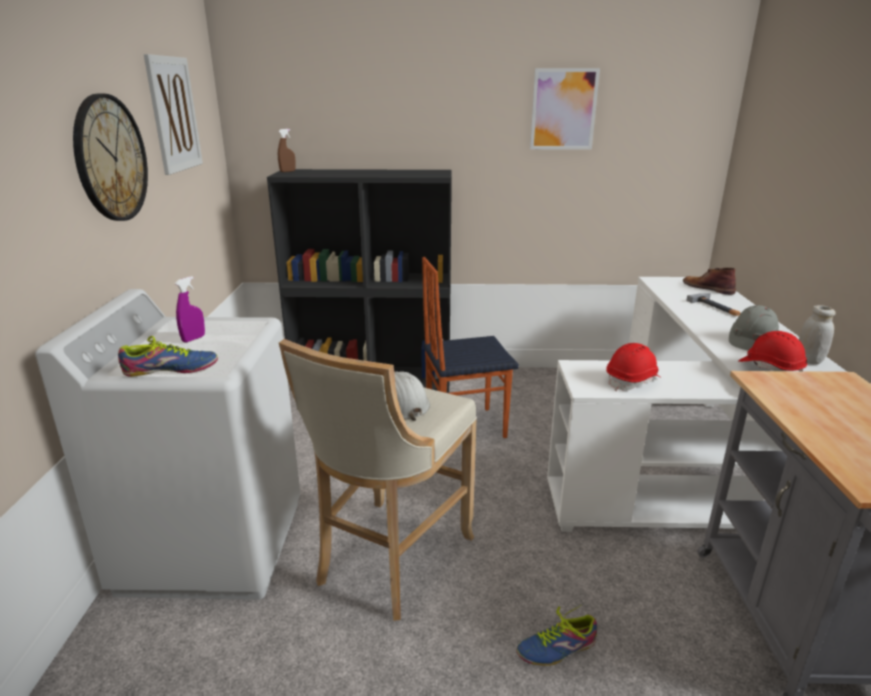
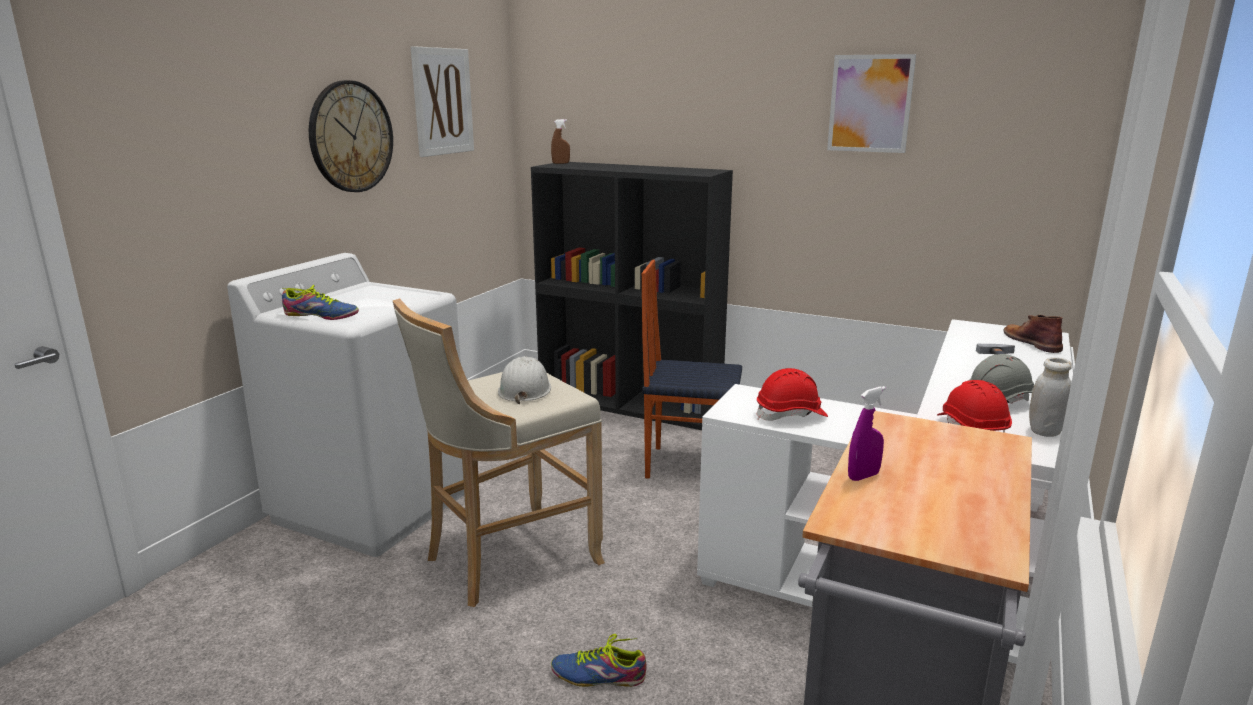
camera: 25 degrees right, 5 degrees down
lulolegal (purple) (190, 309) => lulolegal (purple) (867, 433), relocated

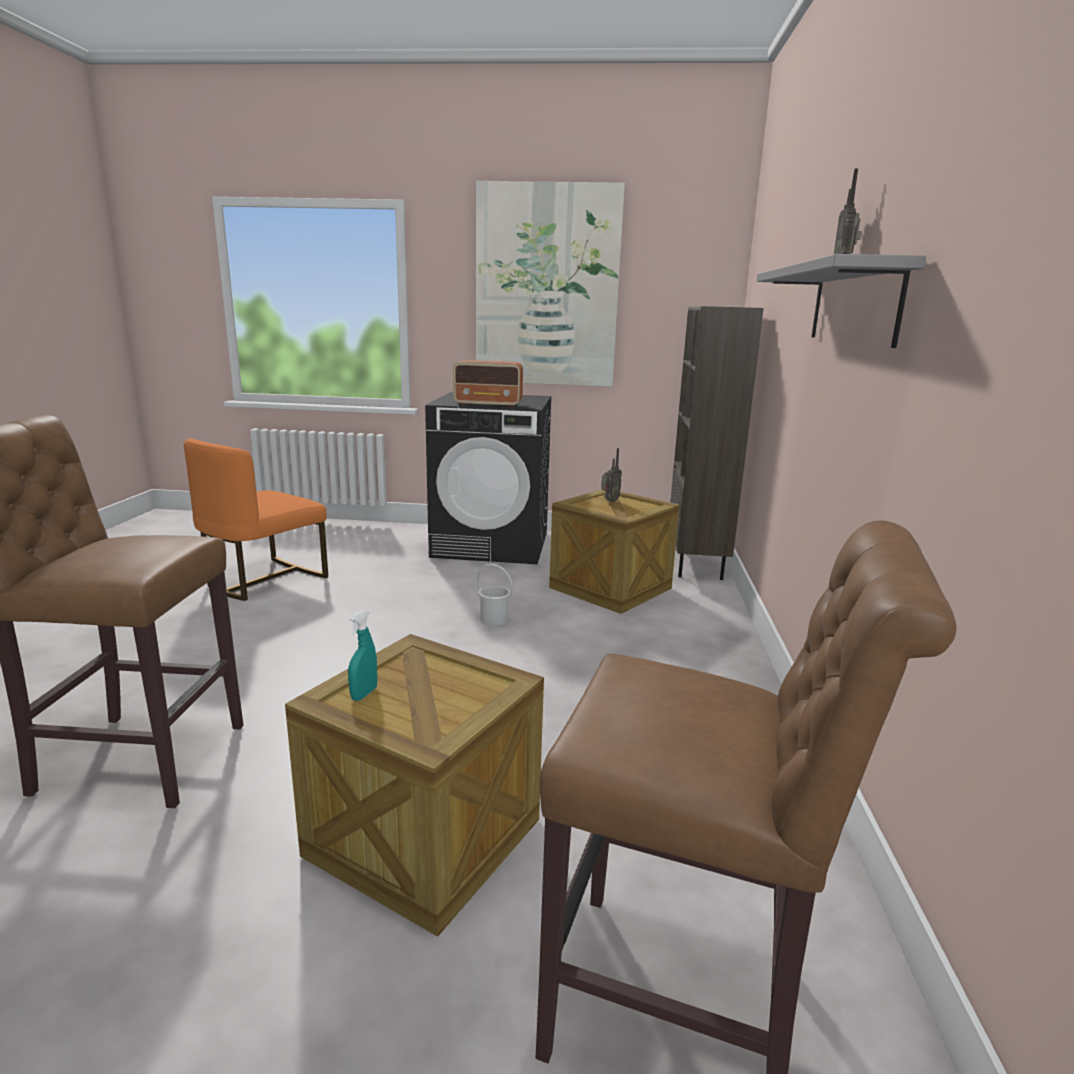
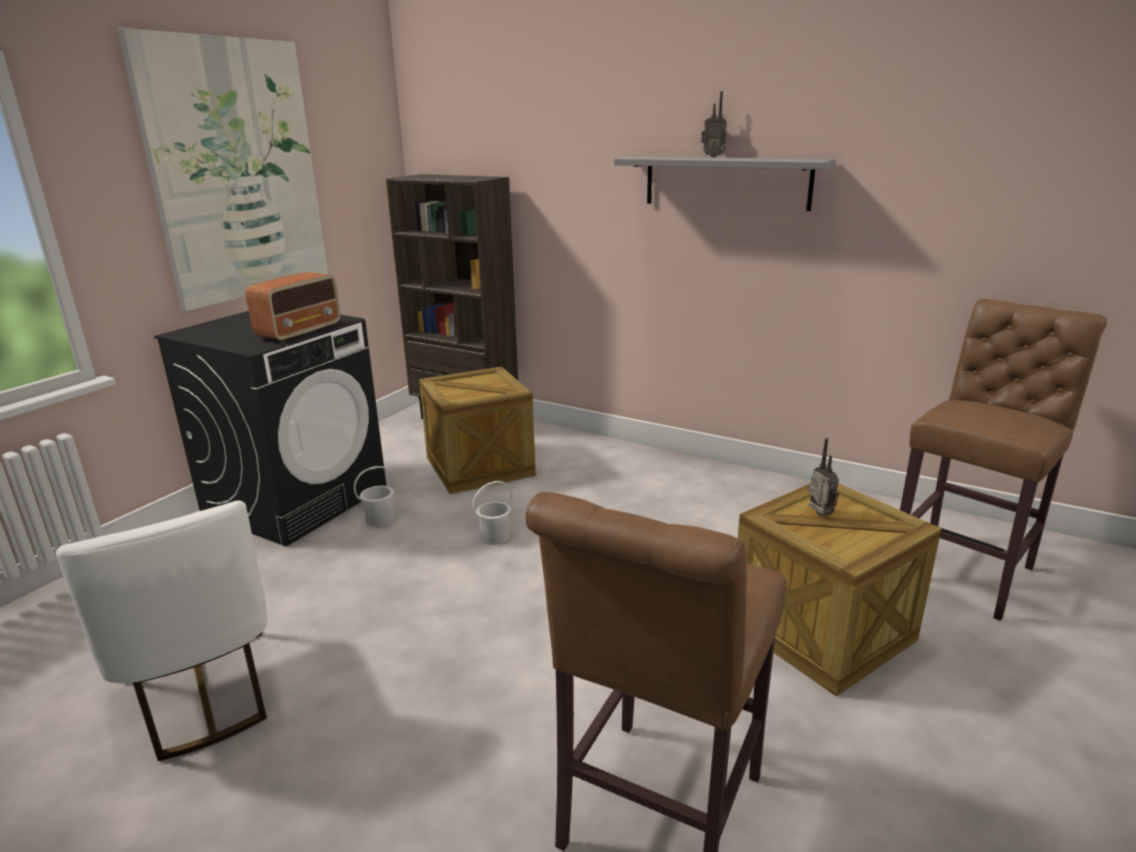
camera: 65 degrees left, 5 degrees up
lulolegal (turquoise) (363, 655) => nothing
nothing => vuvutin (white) (375, 496)
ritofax (611, 475) => ritofax (823, 477), relocated
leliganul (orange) (256, 519) => leliganul (white) (161, 631)

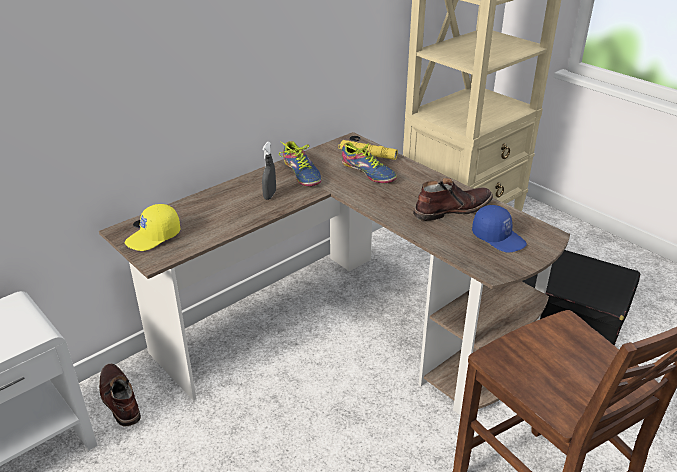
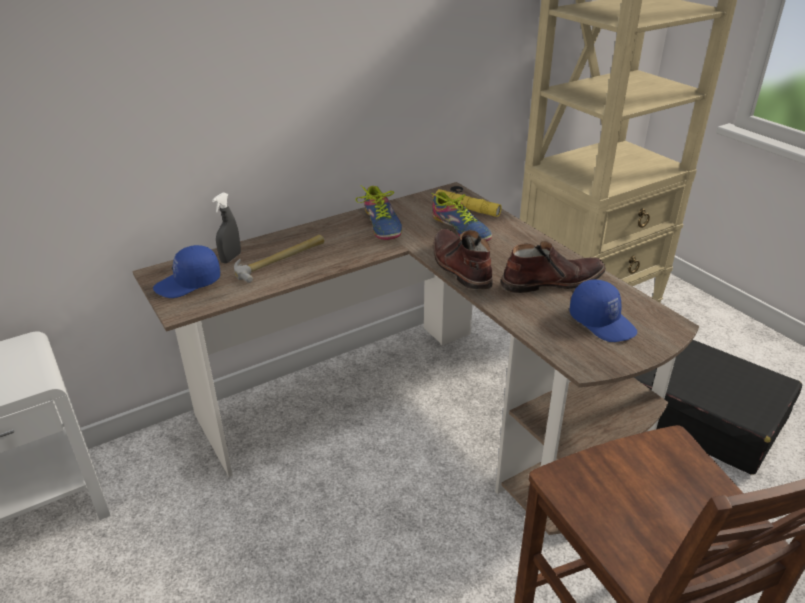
camera: 10 degrees right, 0 degrees up
nothing => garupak (279, 259)
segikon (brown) (120, 395) => segikon (brown) (463, 259), relocated
lulolegal (grey) (269, 171) => lulolegal (grey) (226, 228), relocated
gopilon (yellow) (153, 227) => gopilon (blue) (186, 271)

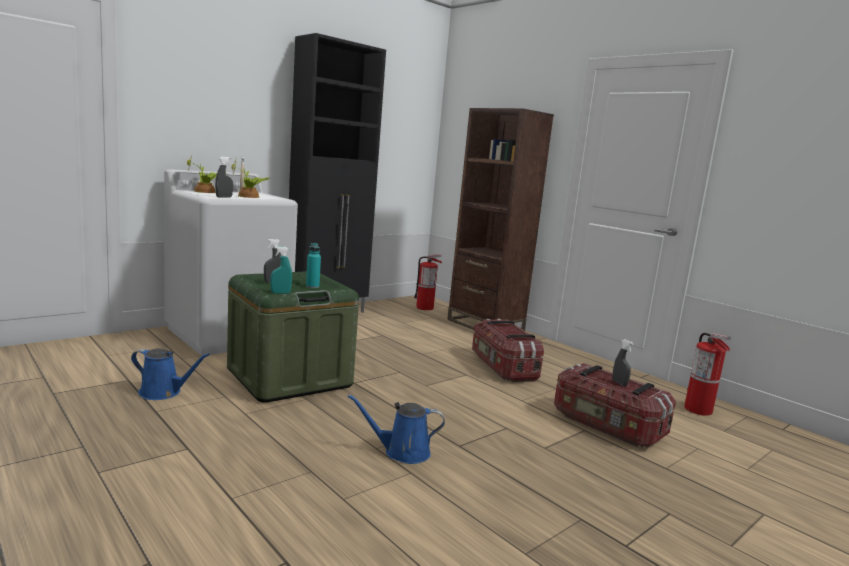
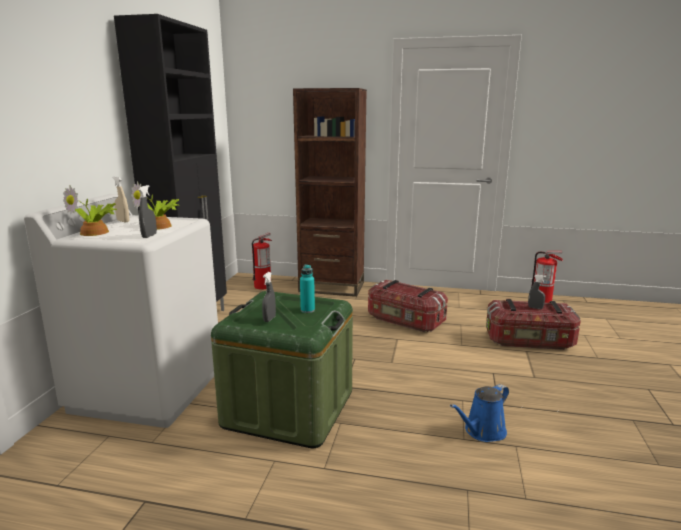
camera: 35 degrees left, 5 degrees up
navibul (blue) (170, 374) => nothing
lulolegal (turquoise) (281, 270) => nothing

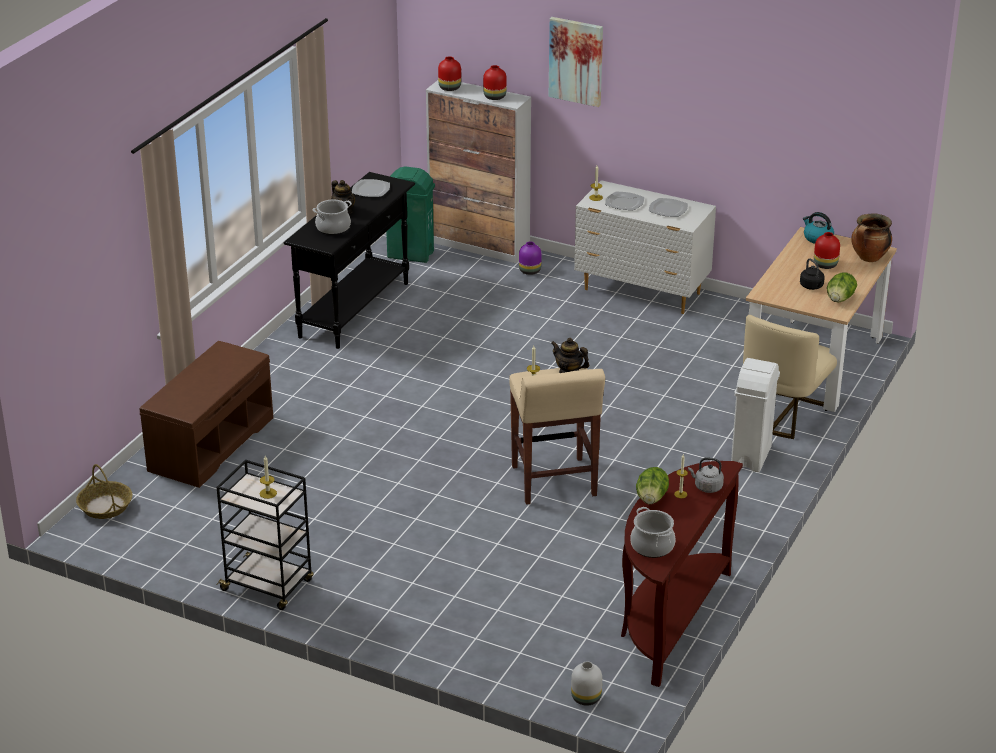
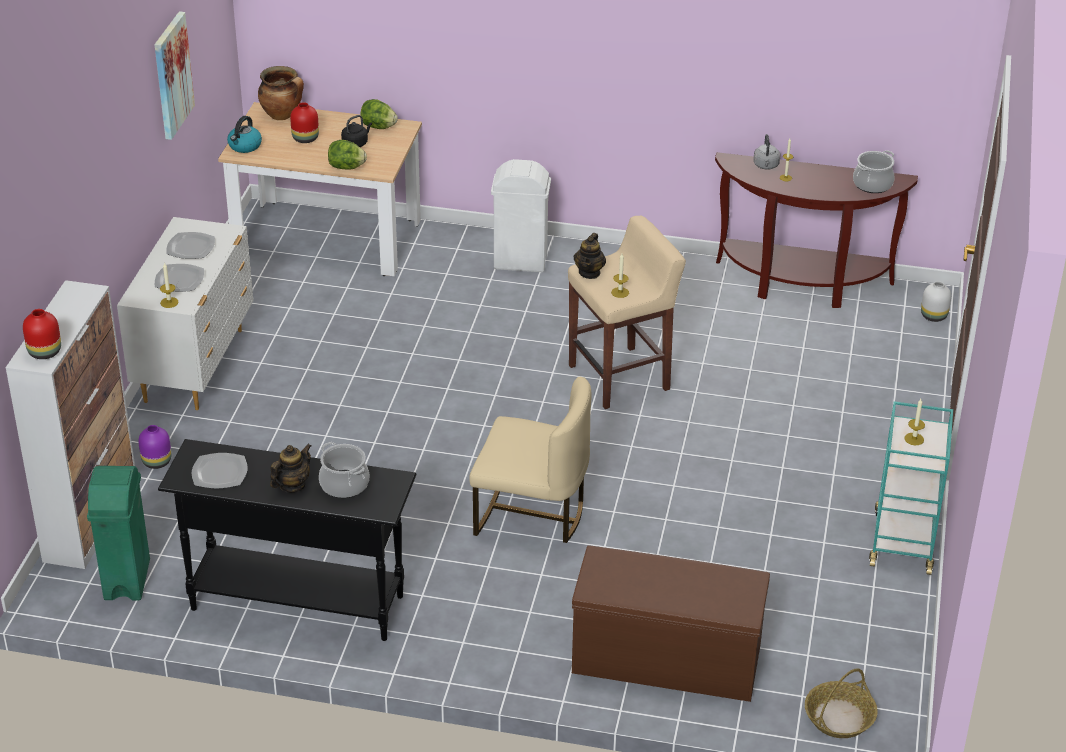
camera: 105 degrees left, 5 degrees up
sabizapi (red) (495, 82) => nothing
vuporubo (576, 62) => vuporubo (174, 75), relocated
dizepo (652, 485) => dizepo (347, 155), relocated
leliganul (beige) (790, 377) => leliganul (beige) (530, 460), relocated
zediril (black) (265, 534) => zediril (turquoise) (911, 488)

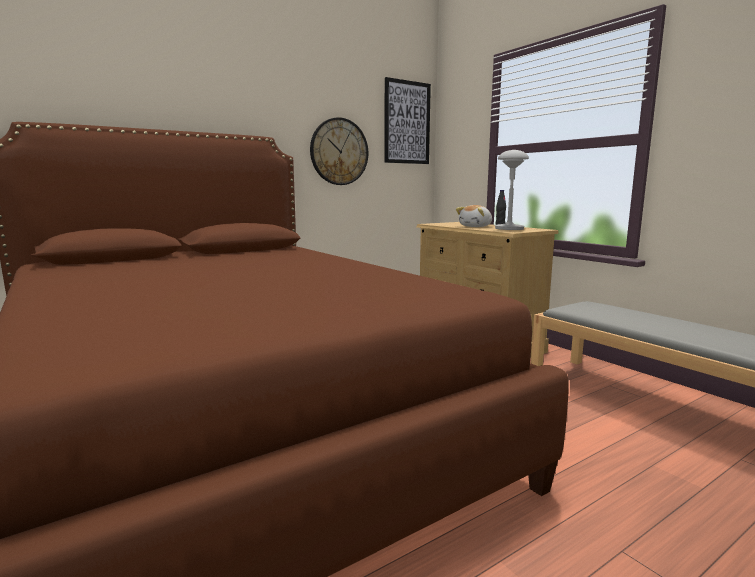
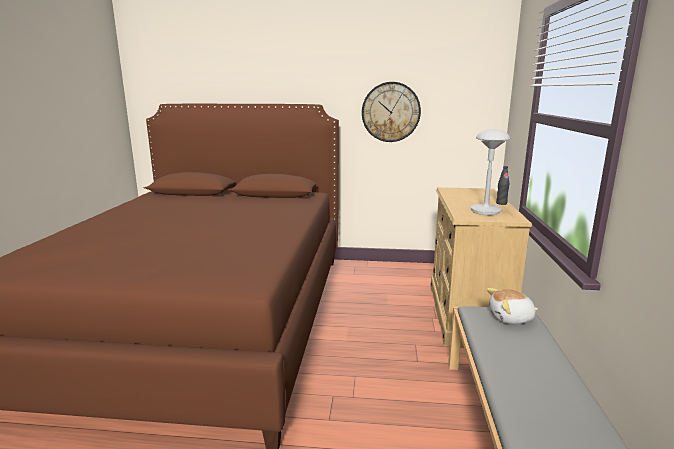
camera: 40 degrees right, 5 degrees up
vuporubo (407, 120) => nothing
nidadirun (474, 216) => nidadirun (512, 306), relocated

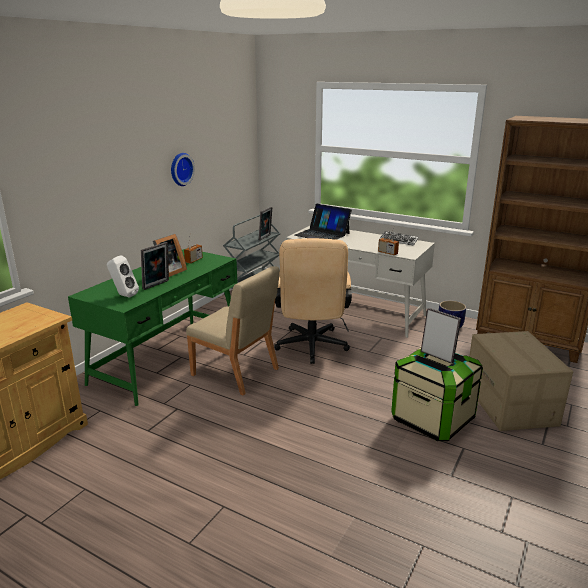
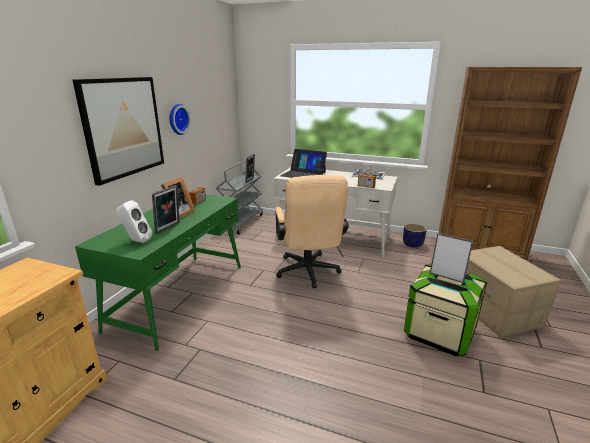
camera: 10 degrees left, 0 degrees up
leliganul (beige) (233, 330) => nothing
nothing => vuporubo (118, 131)

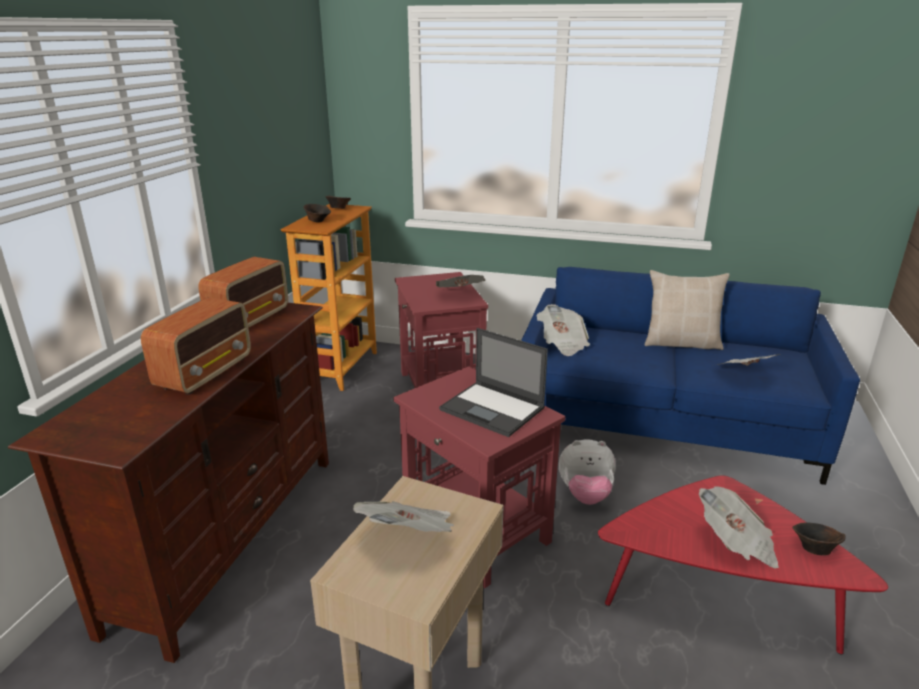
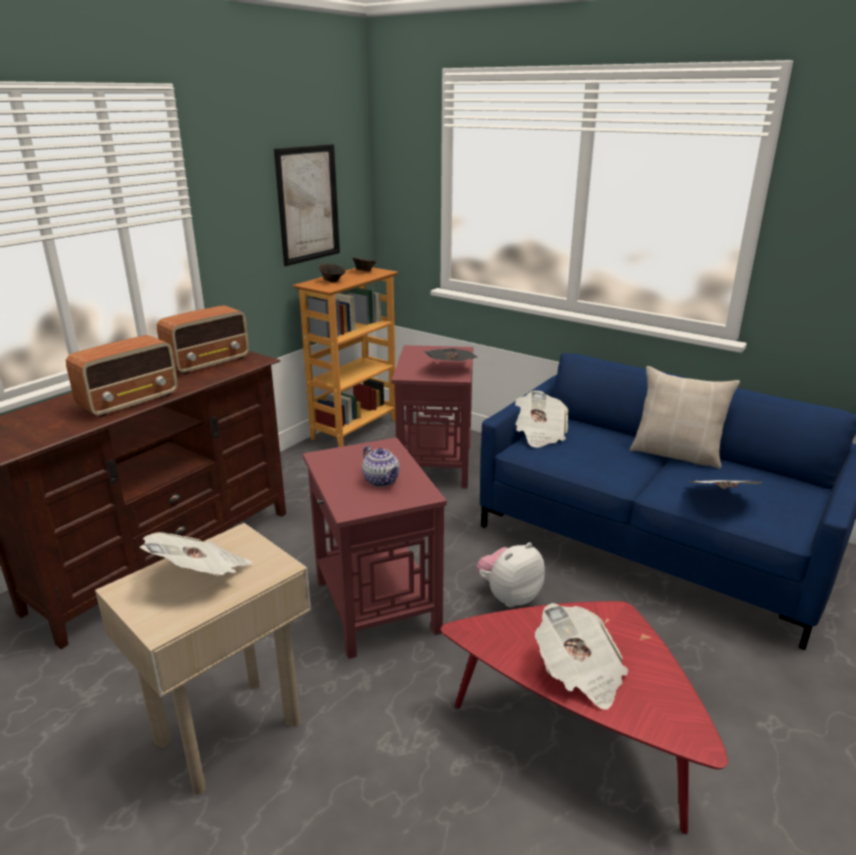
camera: 20 degrees right, 0 degrees up
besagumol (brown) (819, 539) => nothing
nothing => vuporubo (307, 205)
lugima (493, 382) => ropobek (381, 466)
nidadirun (587, 472) => nidadirun (510, 575), 120 degrees clockwise

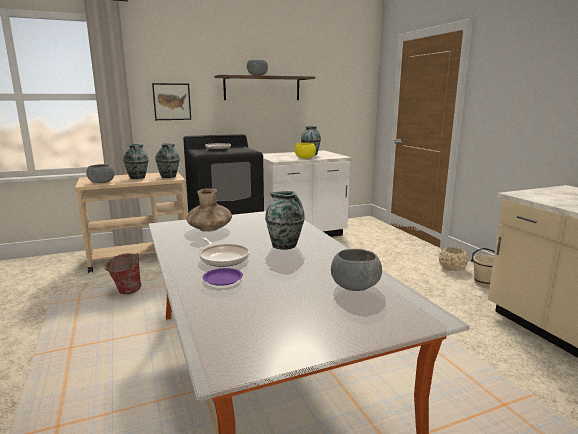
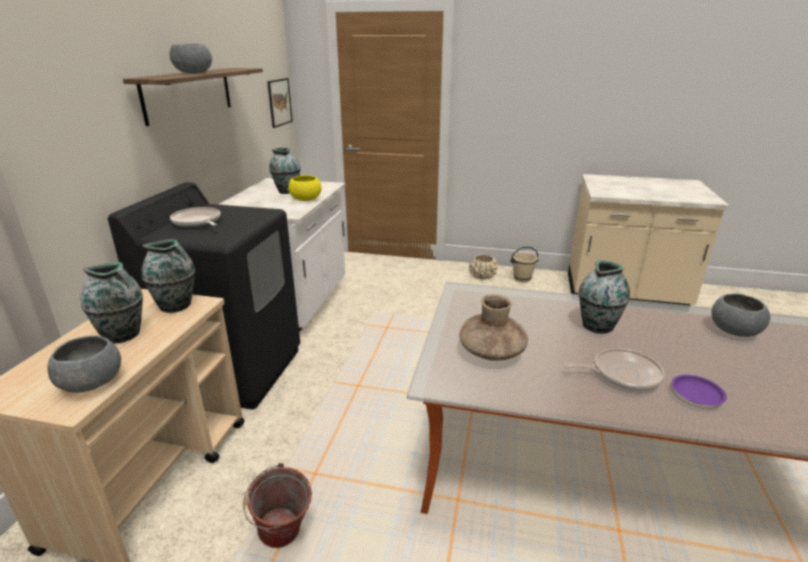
camera: 55 degrees left, 10 degrees up
vuporubo (171, 101) => vuporubo (280, 103), relocated

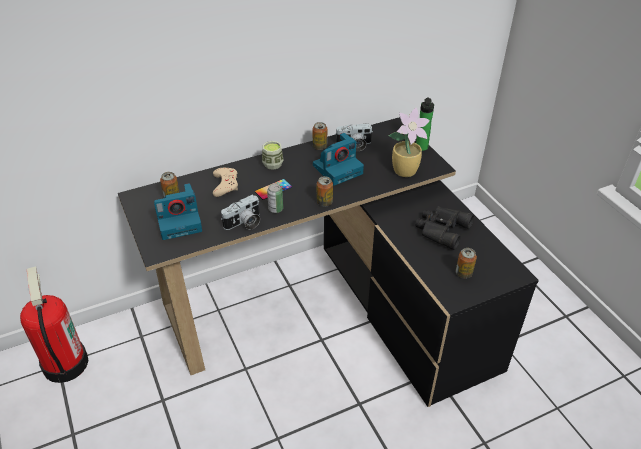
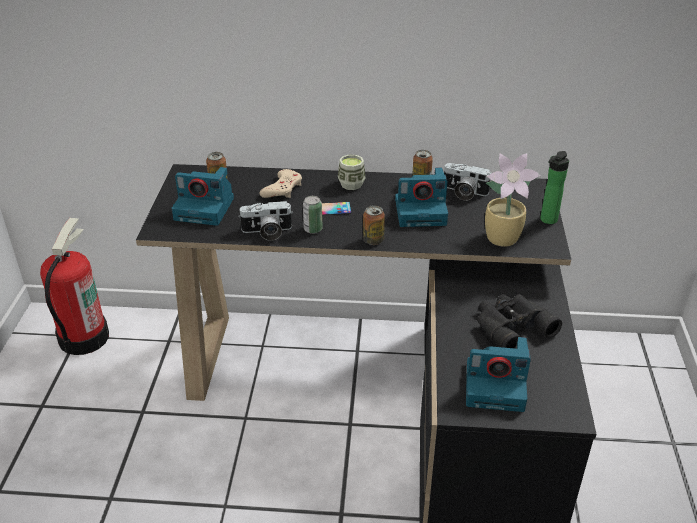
camera: 30 degrees right, 5 degrees down
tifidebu (466, 263) => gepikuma (498, 374)

